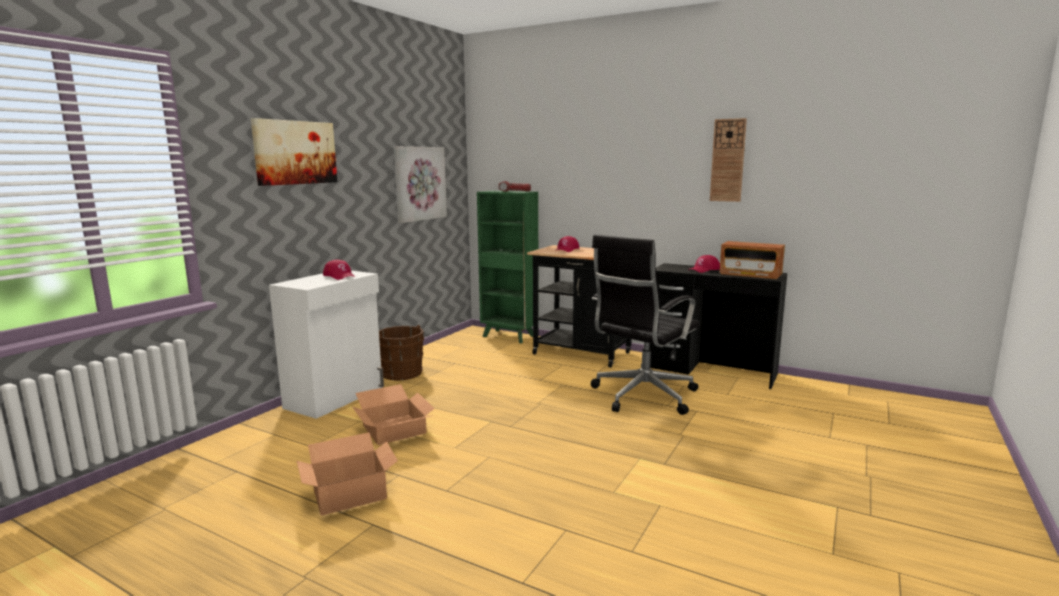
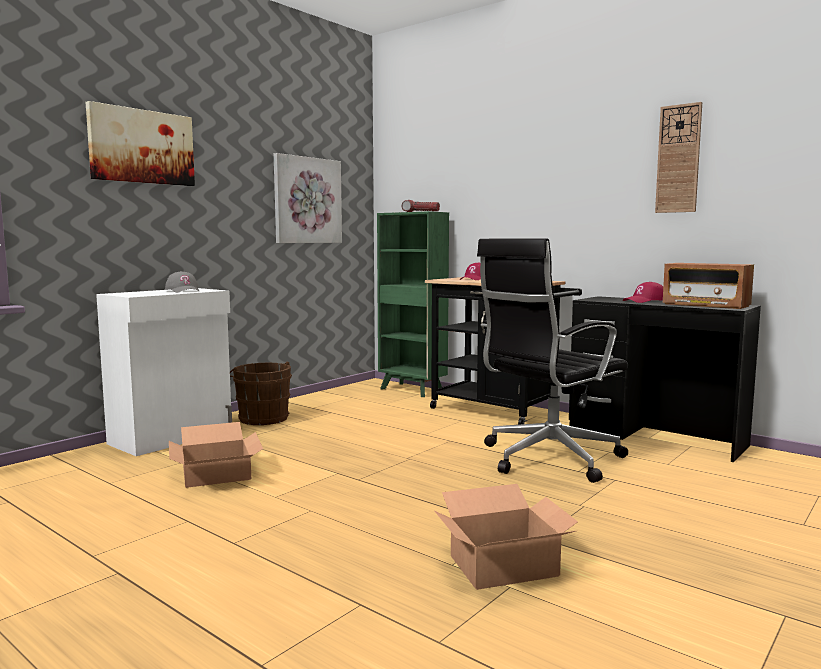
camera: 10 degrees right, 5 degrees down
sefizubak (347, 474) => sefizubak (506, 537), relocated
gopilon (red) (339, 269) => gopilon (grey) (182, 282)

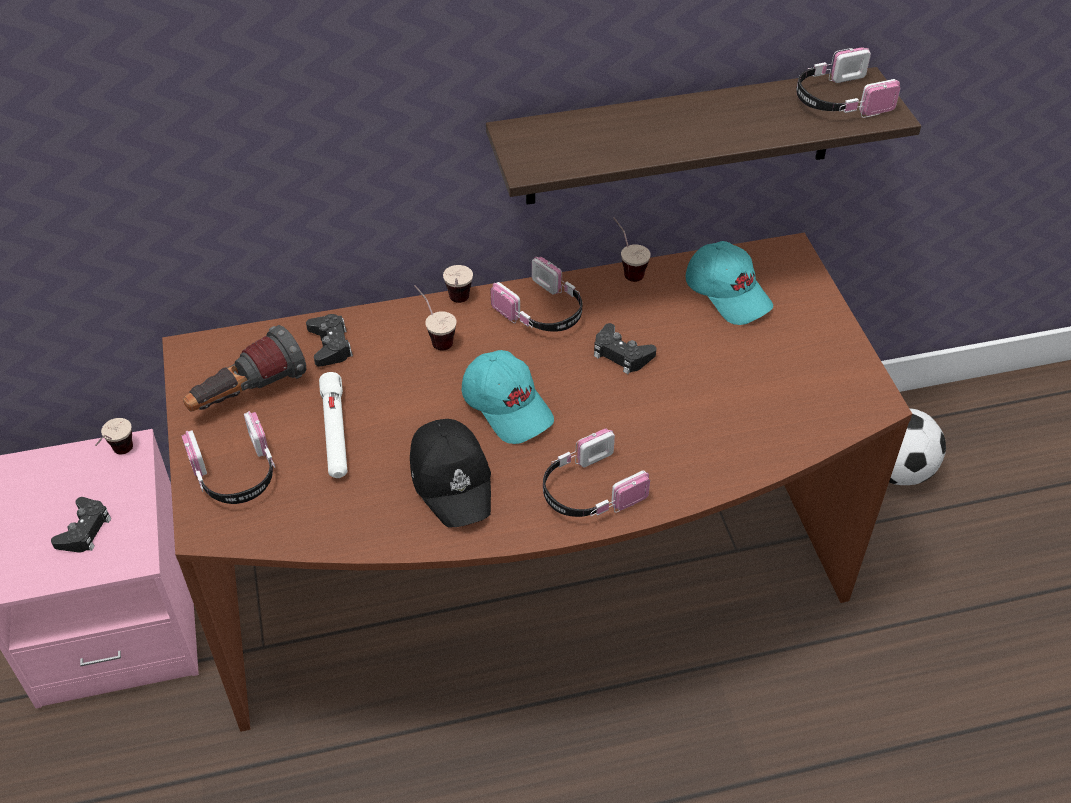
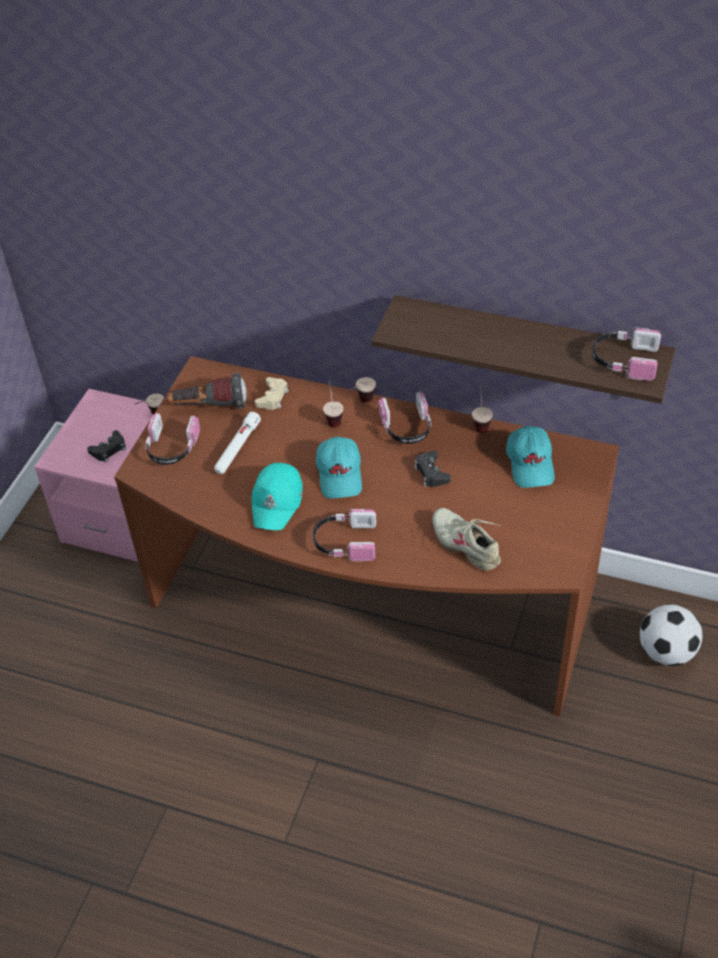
camera: 35 degrees right, 0 degrees up
nothing => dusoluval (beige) (466, 539)
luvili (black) (329, 340) => luvili (beige) (272, 393)
gopilon (black) (450, 473) => gopilon (turquoise) (277, 496)

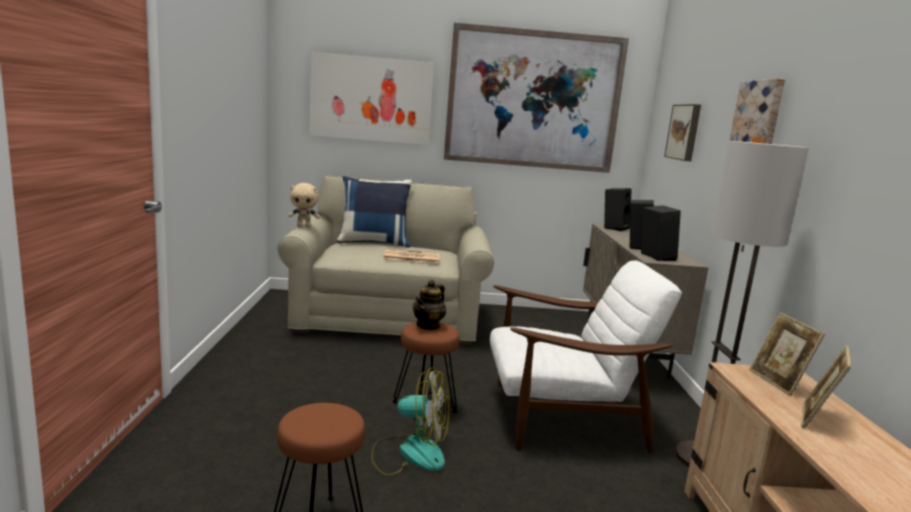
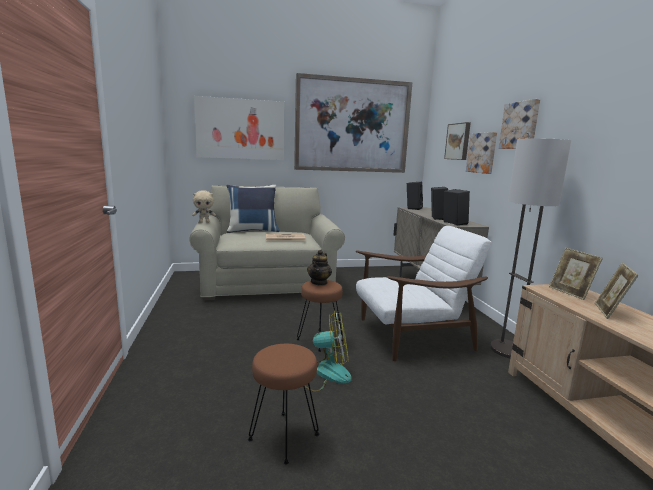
camera: 10 degrees left, 0 degrees up
nothing => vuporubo (481, 153)

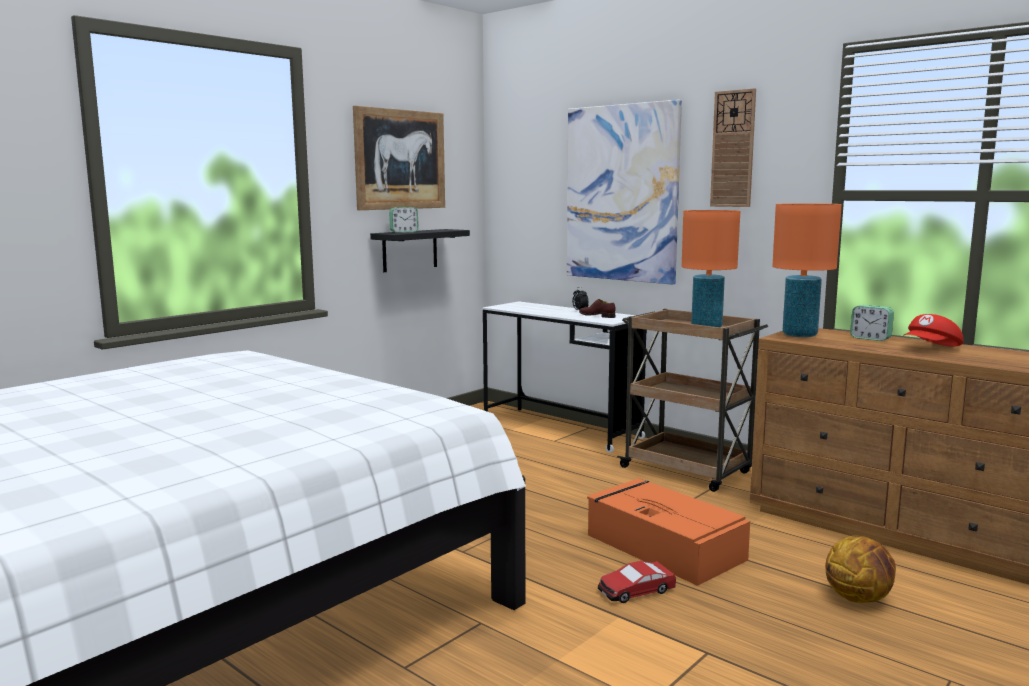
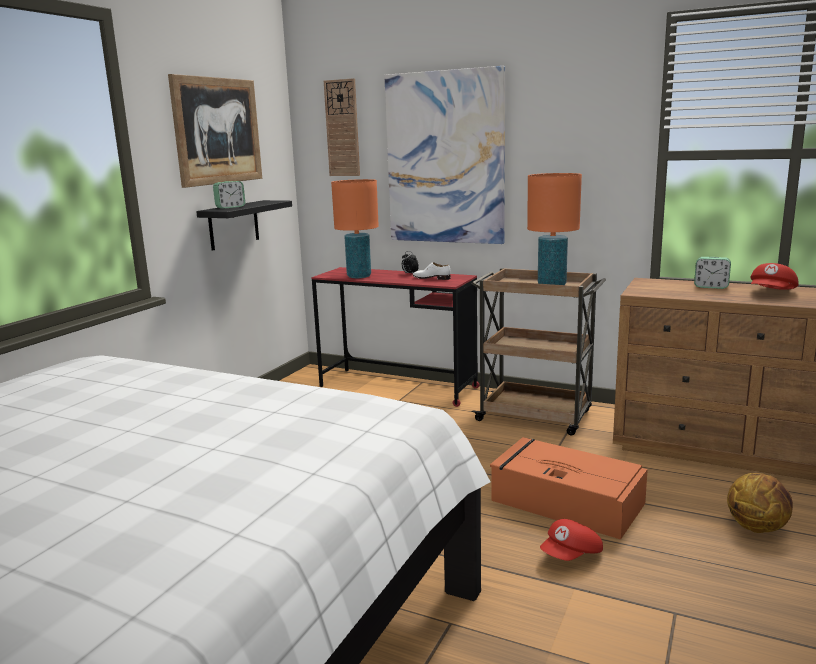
camera: 15 degrees left, 5 degrees up
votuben (733, 147) => votuben (342, 127), relocated
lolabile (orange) (807, 270) => lolabile (orange) (355, 228), relocated
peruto (637, 582) => gopilon (red) (571, 540)
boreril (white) (565, 377) => boreril (red) (395, 337)
dusoluval (brown) (597, 308) => dusoluval (white) (432, 271)

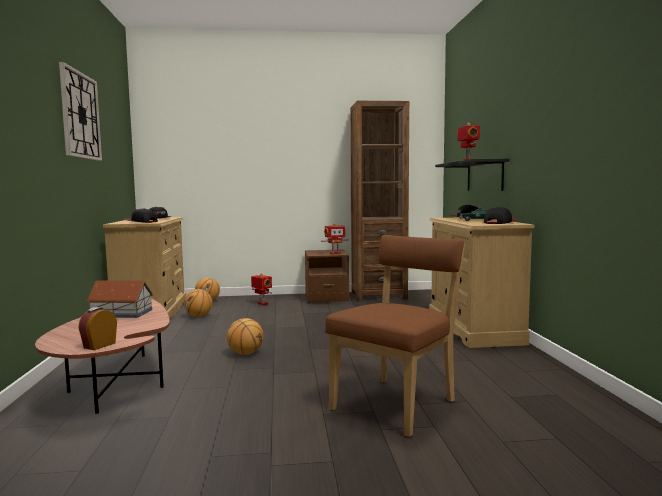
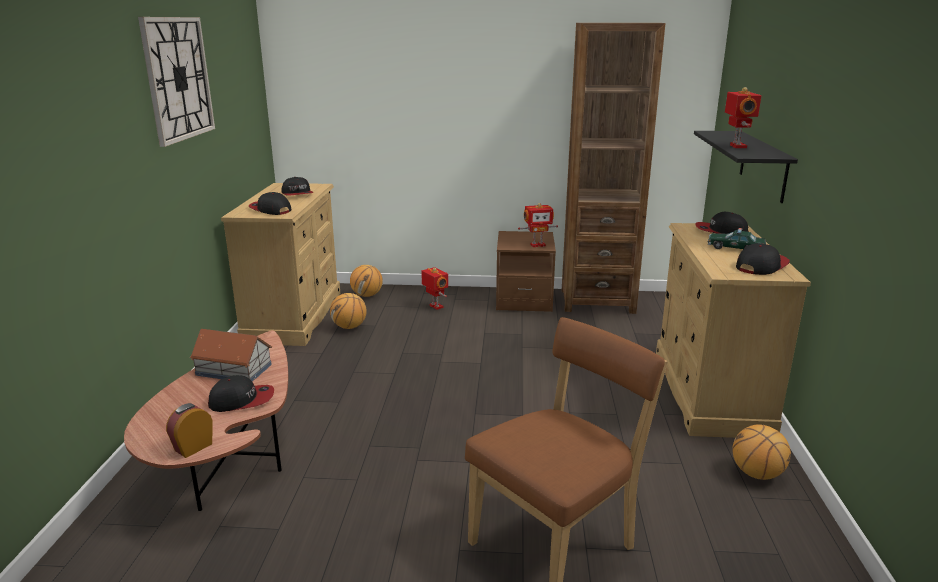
camera: 10 degrees right, 15 degrees up
nothing => gopilon (241, 393)
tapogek (245, 336) => tapogek (761, 452), relocated

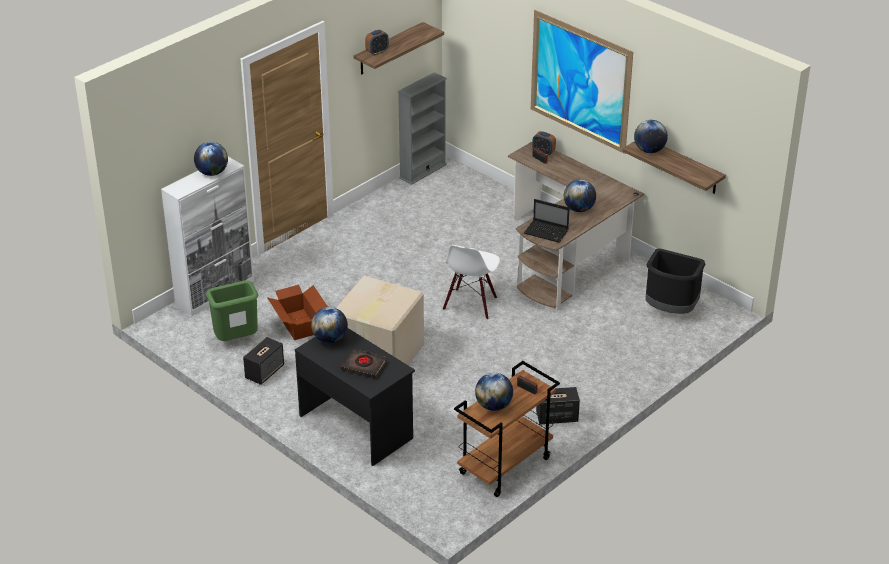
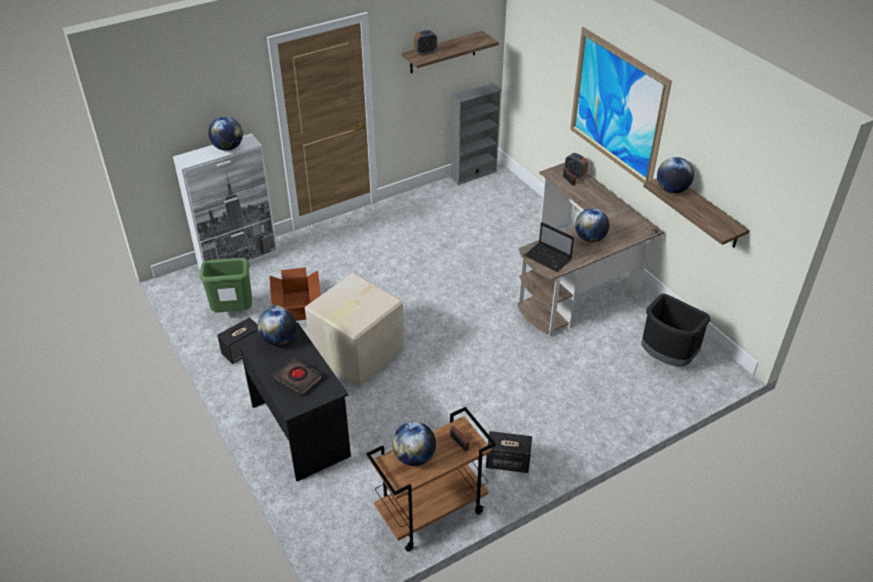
camera: 15 degrees right, 5 degrees up
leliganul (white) (471, 282) => nothing

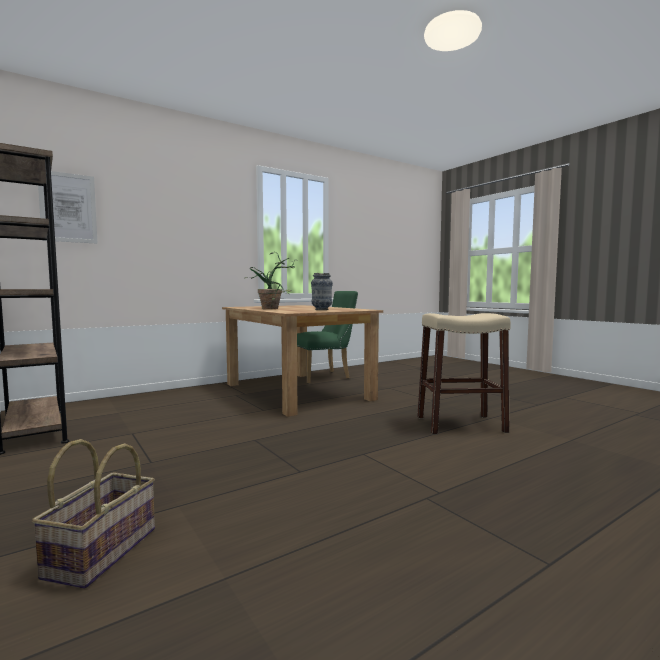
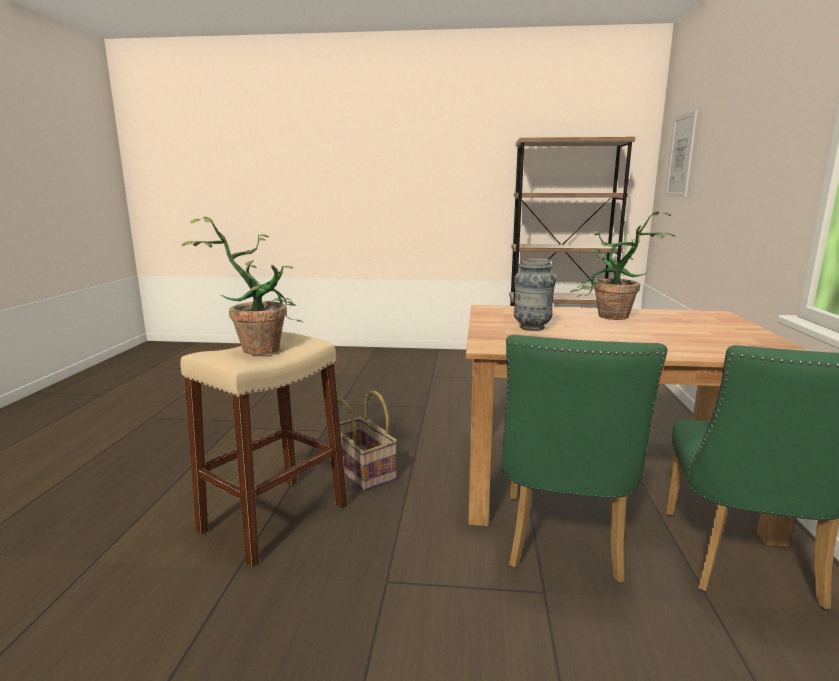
camera: 130 degrees right, 10 degrees up
nothing => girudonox (242, 286)
nothing => leliganul (green) (584, 459)
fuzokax (93, 514) => fuzokax (363, 440), relocated

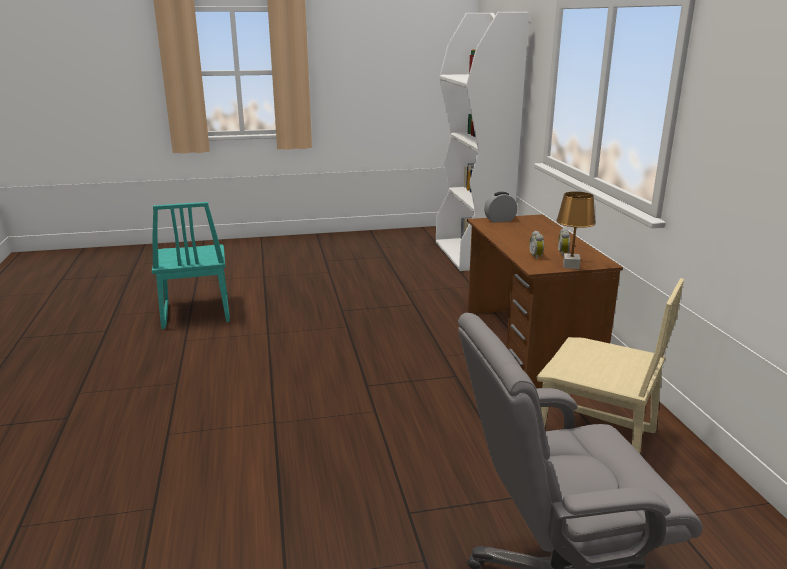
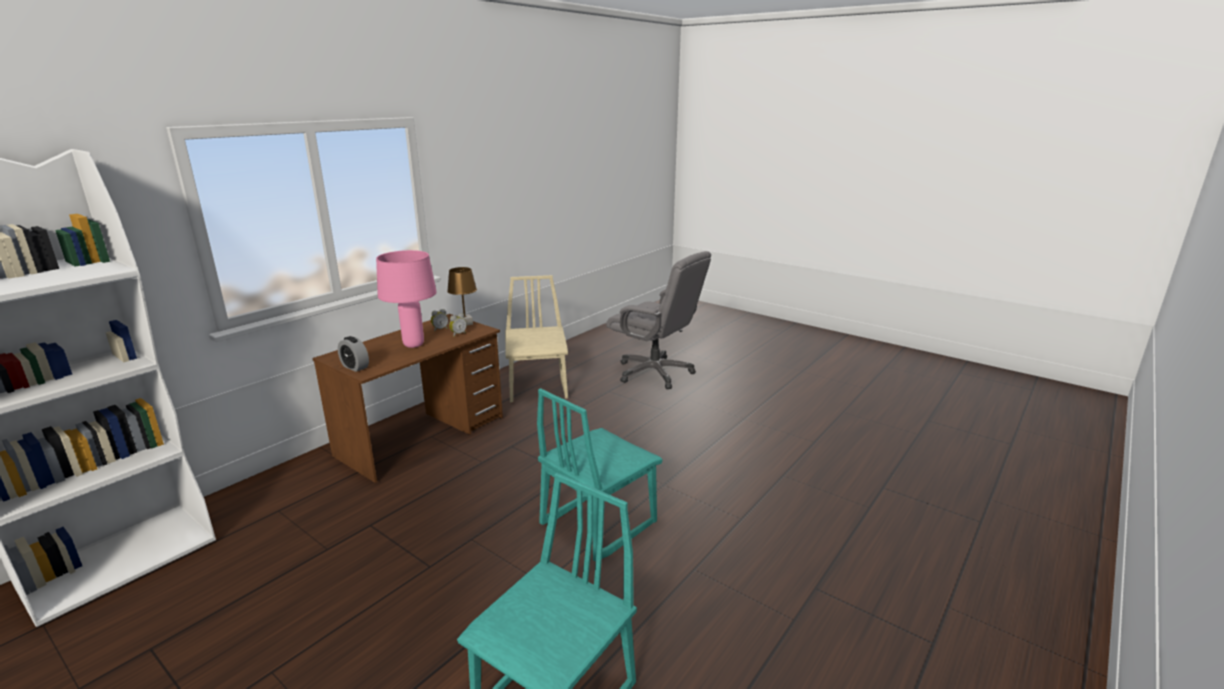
camera: 130 degrees left, 0 degrees up
nothing => lolabile (pink) (406, 299)
nothing => leliganul (turquoise) (600, 475)

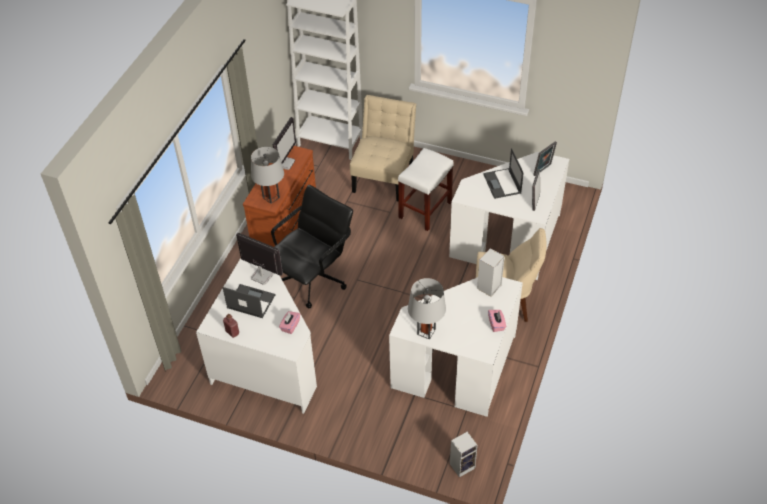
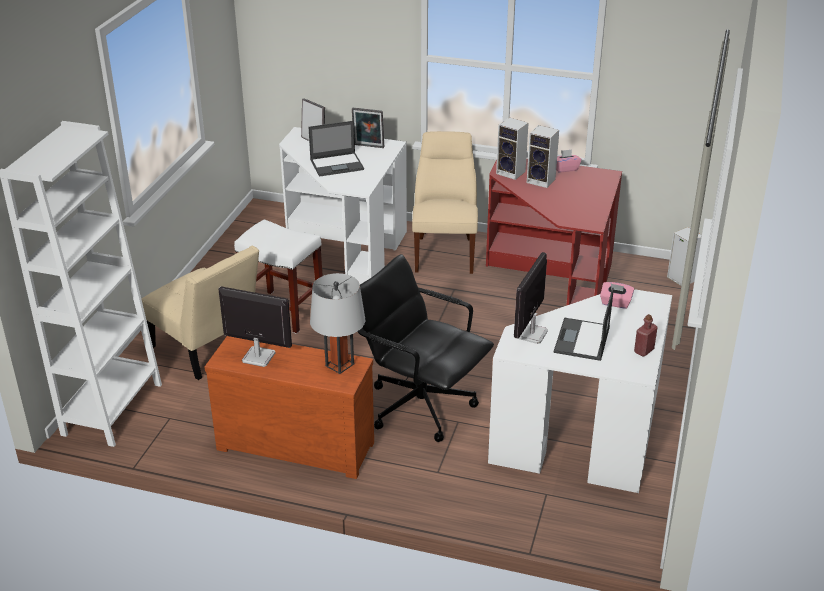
camera: 95 degrees left, 15 degrees down
lolabile (grey) (427, 309) => nothing
nothing => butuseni (543, 156)
boreril (white) (456, 347) => boreril (red) (554, 232)
leliganul (beige) (383, 148) => leliganul (beige) (200, 313), 150 degrees counterclockwise

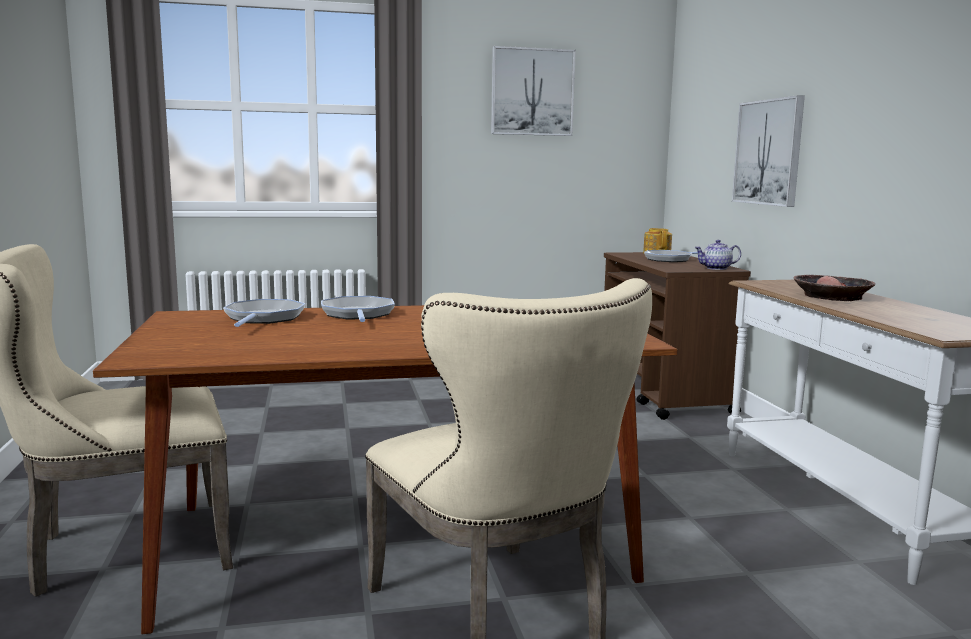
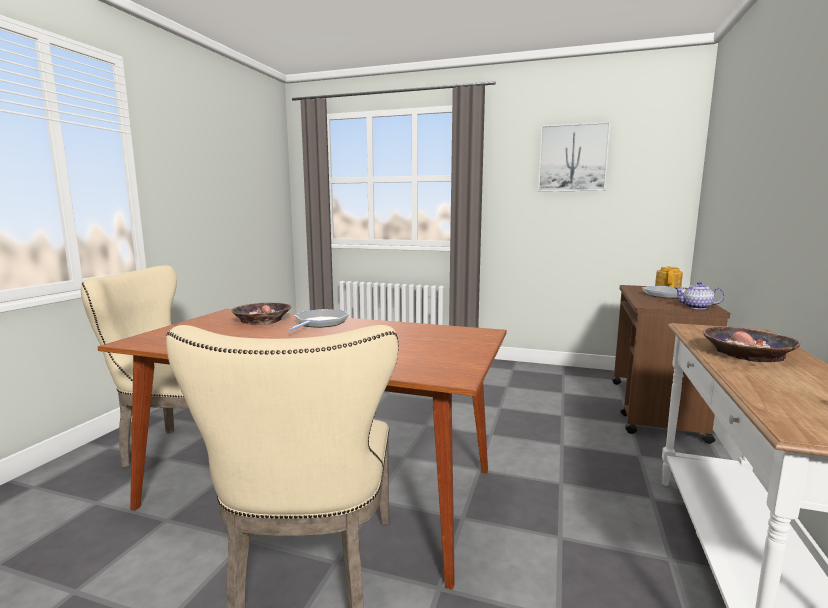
camera: 30 degrees right, 0 degrees up
vuporubo (768, 151) => nothing
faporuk (264, 313) => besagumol (261, 314)

